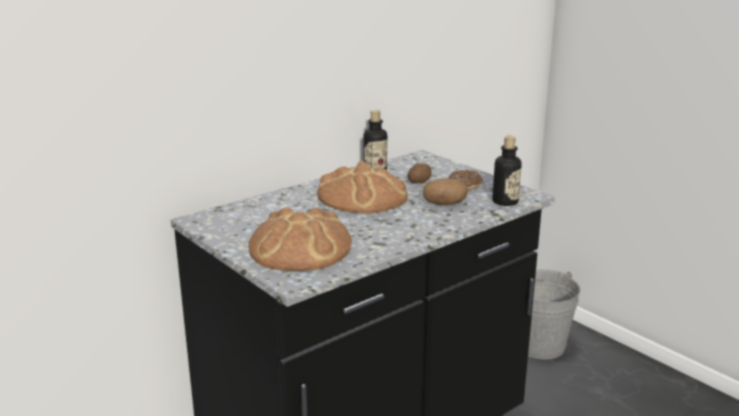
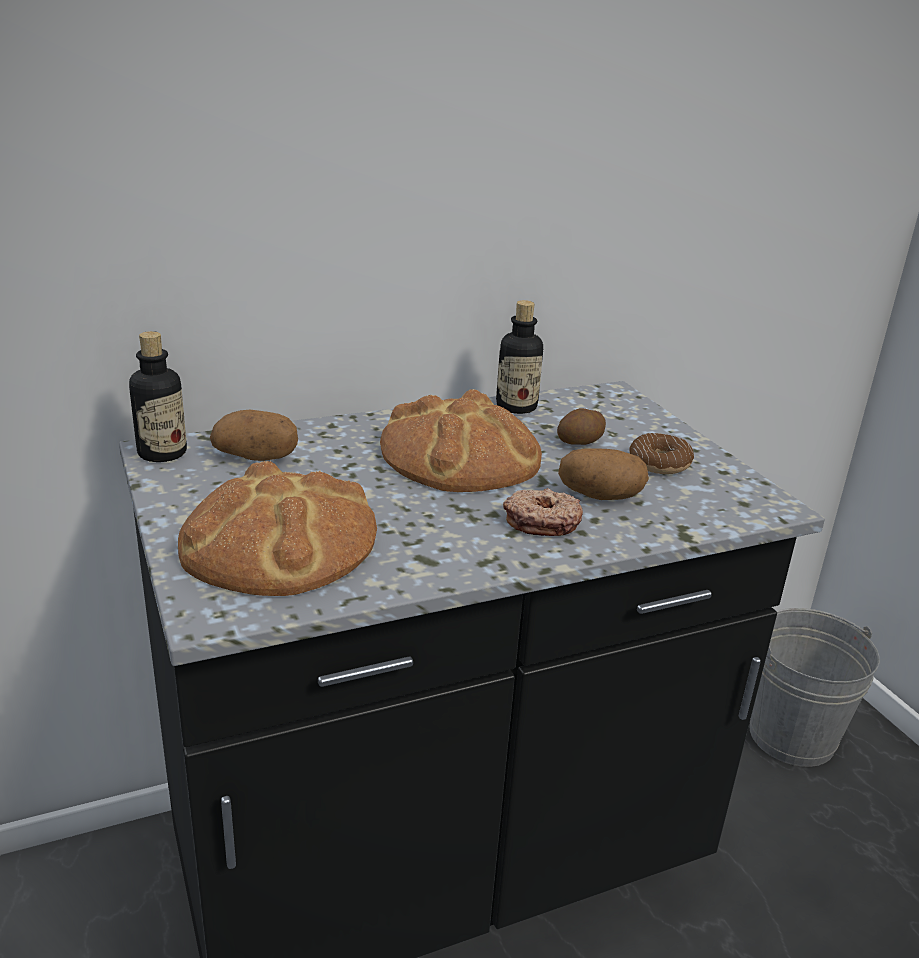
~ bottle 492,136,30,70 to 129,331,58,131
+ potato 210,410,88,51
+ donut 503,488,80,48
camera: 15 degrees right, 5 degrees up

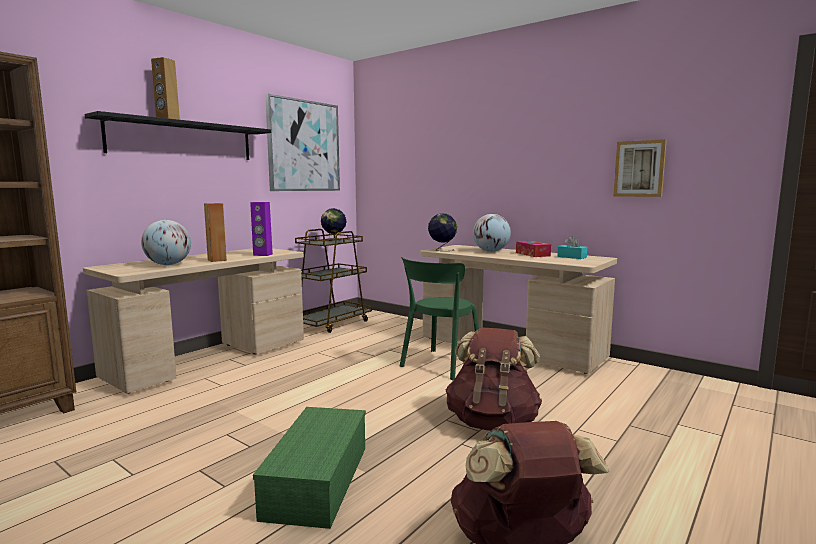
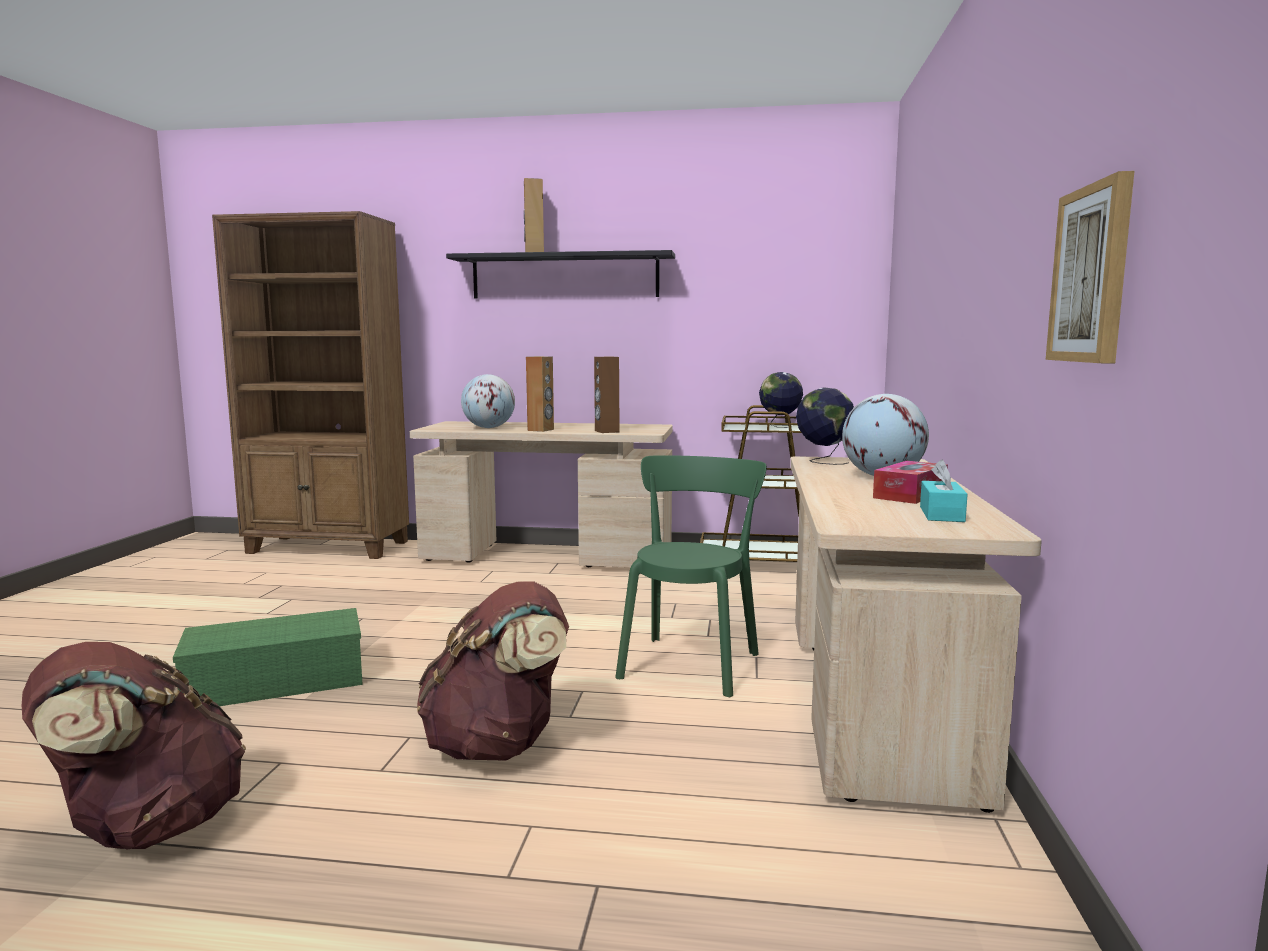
~ purple speaker 250,202,23,54 to brown speaker 594,357,26,76
~ green chair 400,257,79,123 = 615,455,152,242 105 degrees clockwise
- picture 265,94,75,97
camera: 60 degrees right, 0 degrees up

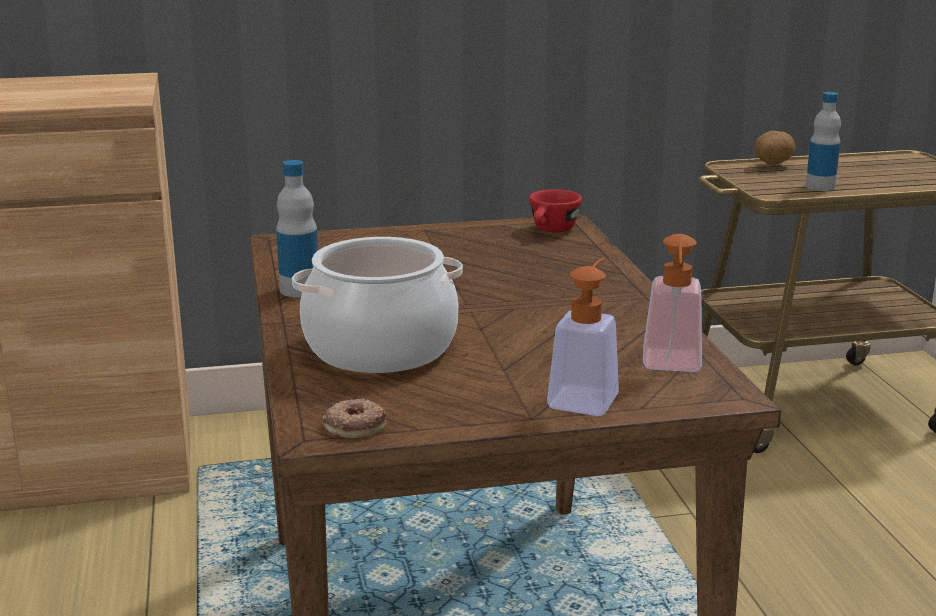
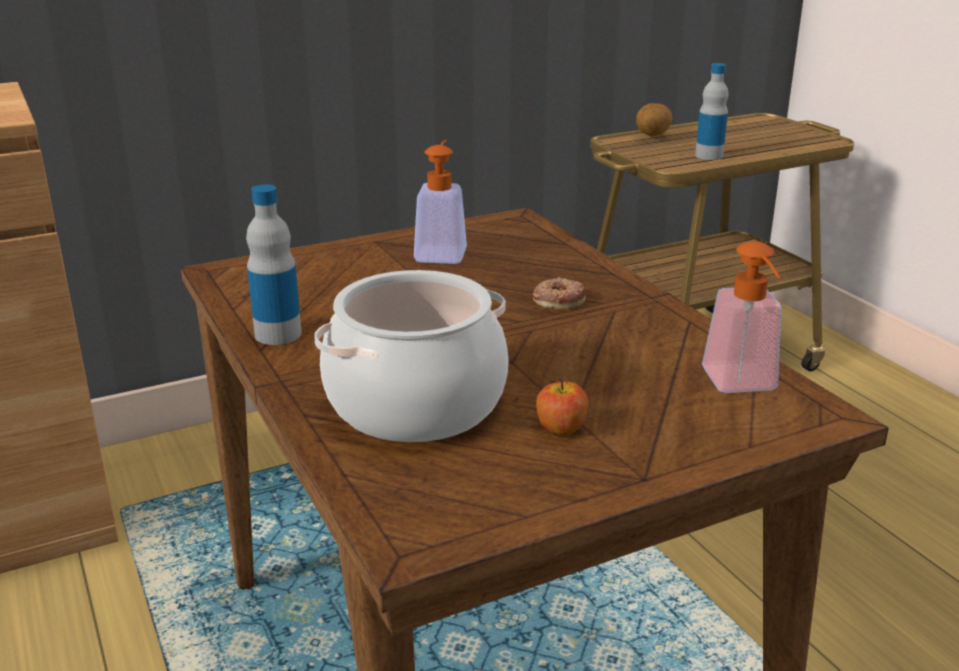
~ soap dispenser 547,258,72,158 to 414,140,53,124
~ donut 322,398,64,40 to 533,277,53,33
+ apple 536,377,53,58
- red cup 529,189,53,43
camera: 15 degrees left, 5 degrees up

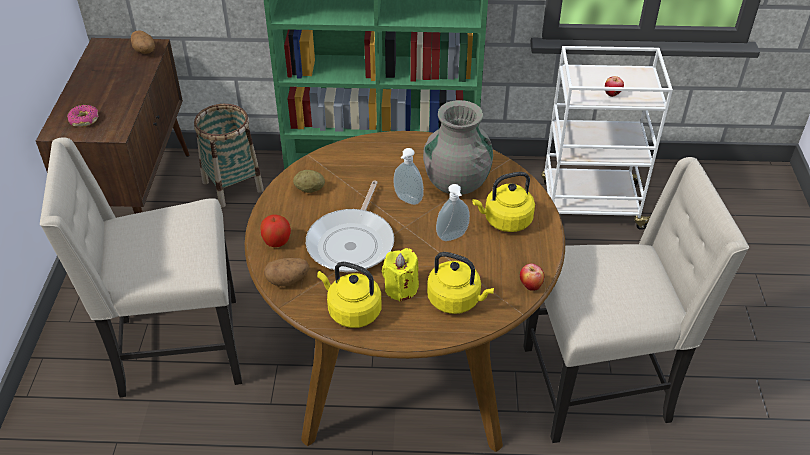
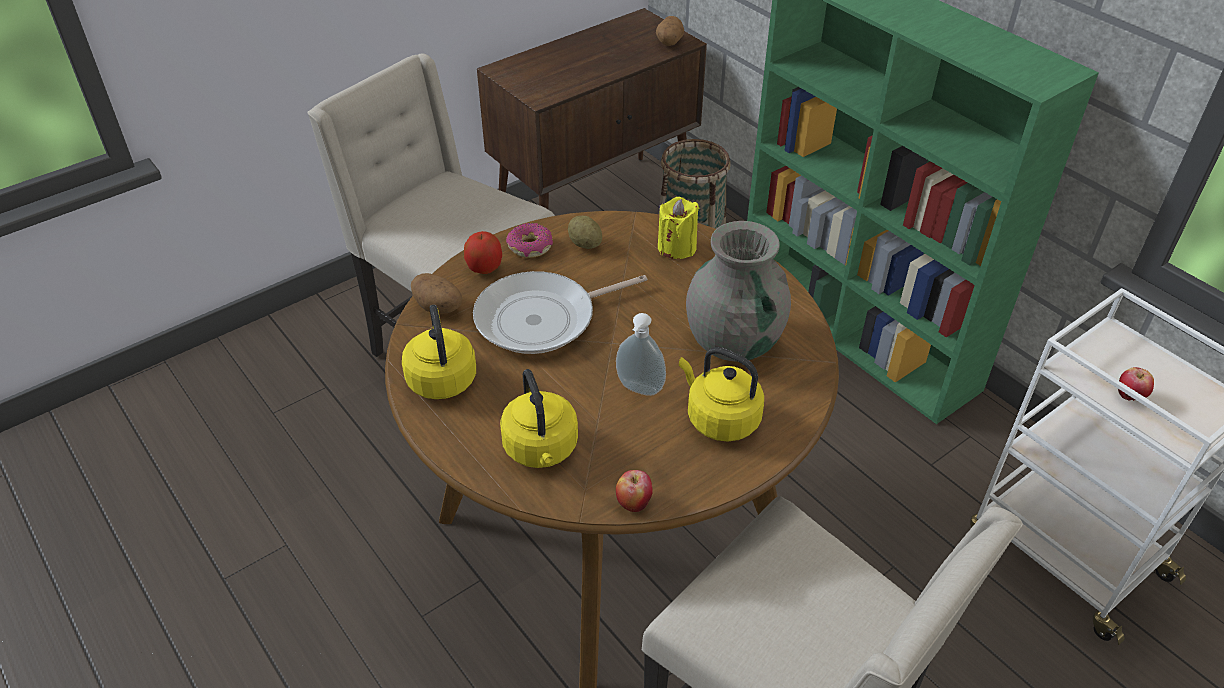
~ donut 67,105,31,22 to 506,223,47,35
~ yellow candle 382,248,37,54 to 658,197,41,62
- soap dispenser 394,148,30,57
camera: 50 degrees right, 0 degrees up

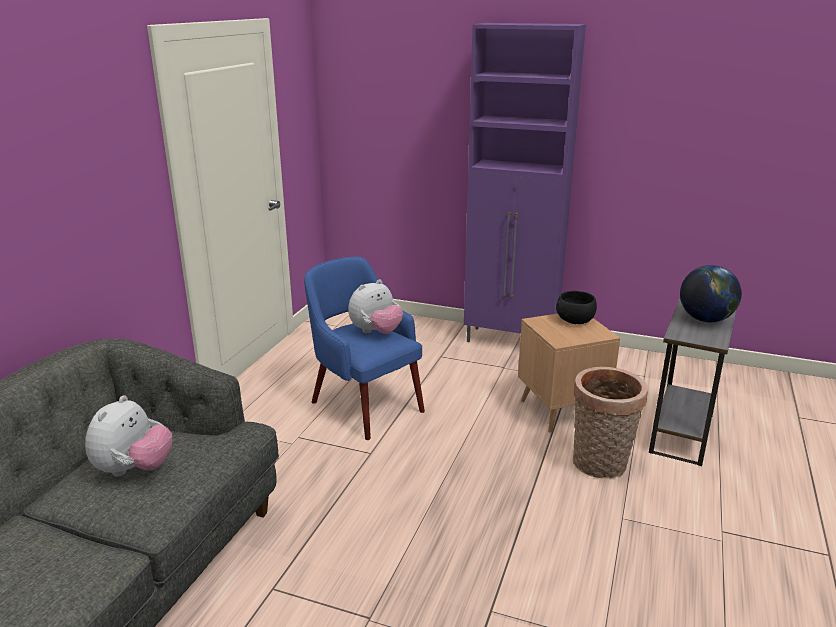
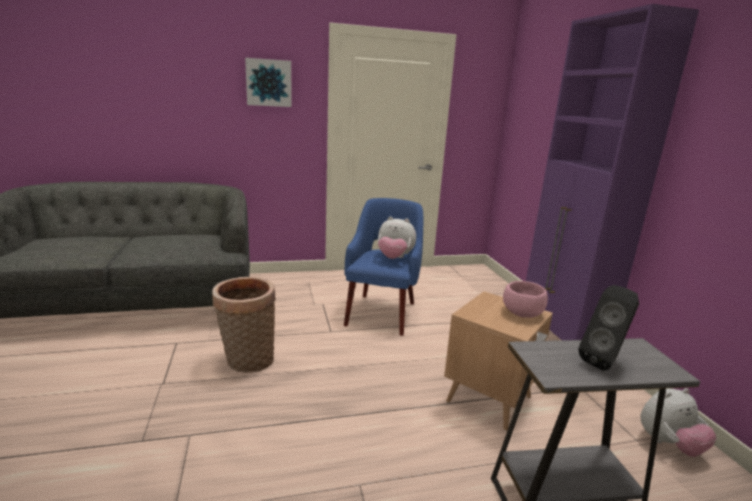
~ basket 573,367,75,112 to 212,277,64,95
+ picture 245,58,47,49
~ black bowl 556,291,41,33 to pink bowl 503,281,45,37
~ globe 680,265,62,57 to black speaker 578,285,61,85
~ plush toy 85,395,88,82 to 641,388,75,69
camera: 55 degrees right, 5 degrees down

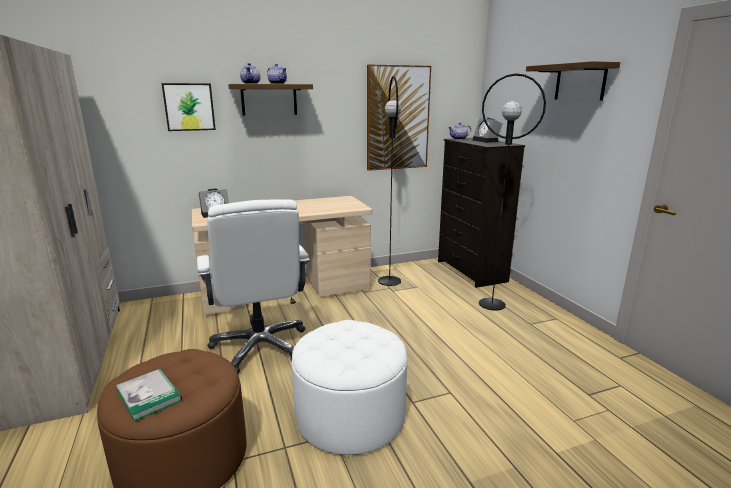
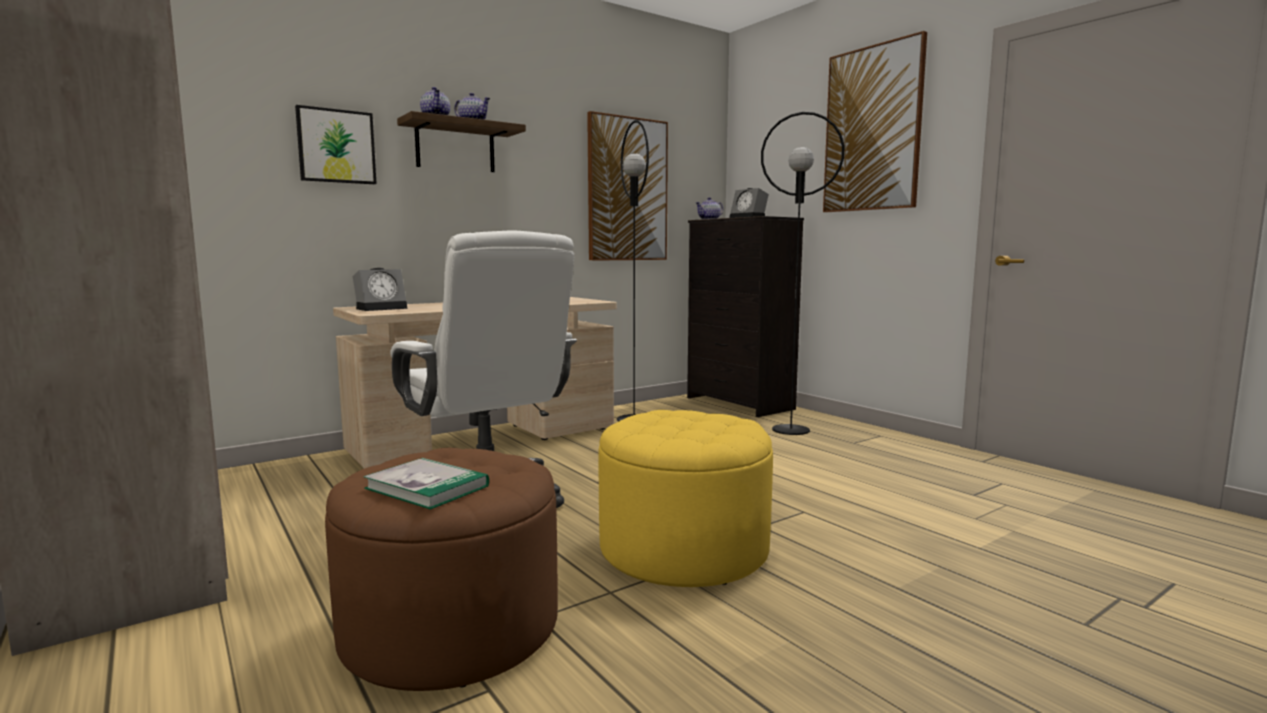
~ white ottoman 291,320,116,135 to yellow ottoman 599,410,174,177
~ shelf 526,61,94,39 to picture 823,31,104,181
camera: 15 degrees left, 10 degrees down

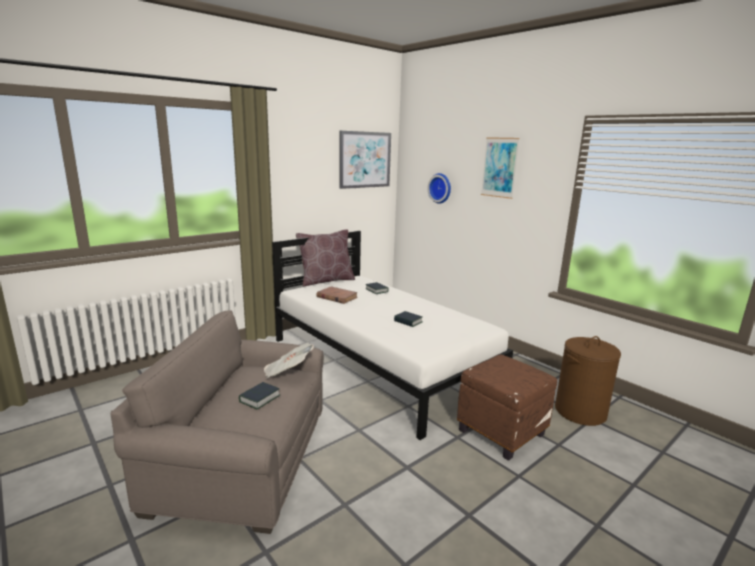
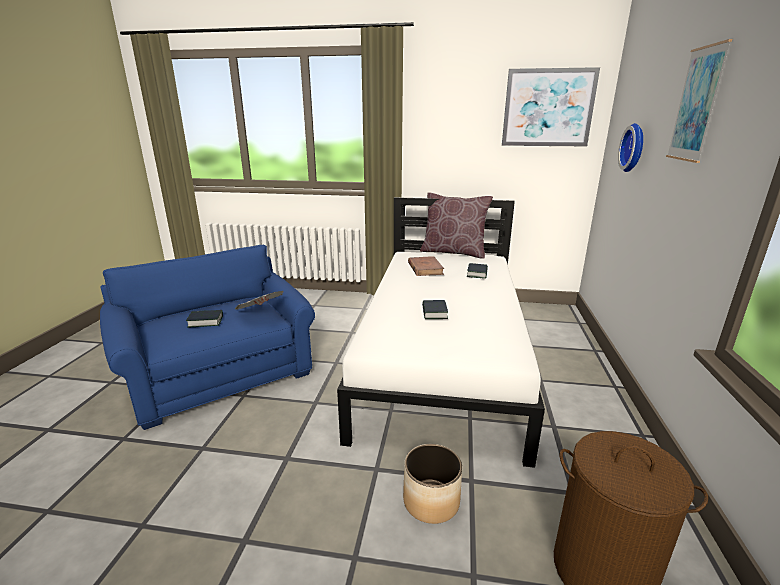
~ grey armchair 111,310,213,224 to blue armchair 100,245,215,185
~ brown ottoman 457,355,100,106 to planter 403,444,59,80
camera: 50 degrees right, 5 degrees up

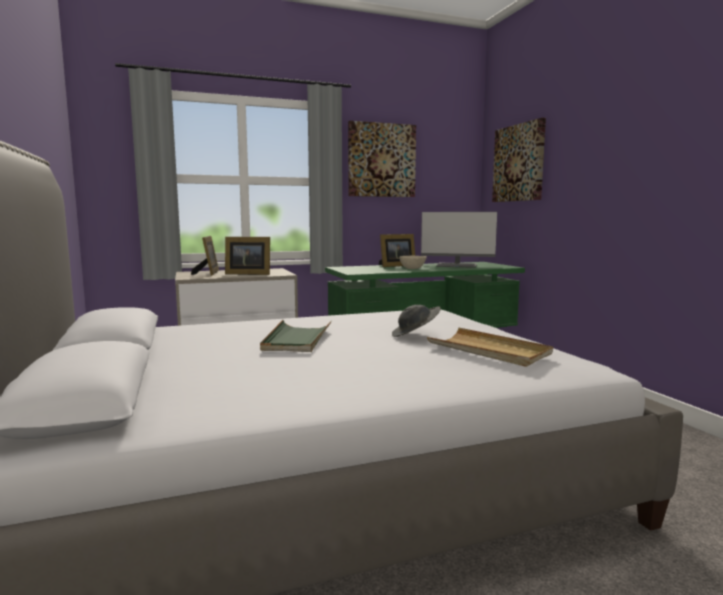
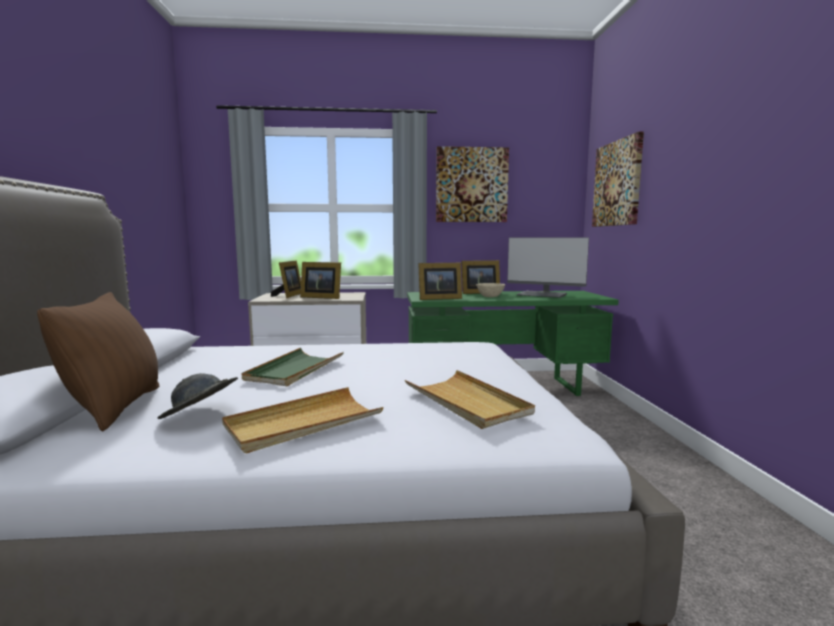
+ brown pillow 37,292,122,139
~ grey hat 392,305,49,32 to 157,373,81,46
+ beige tray 222,387,161,66
+ picture frame 418,263,44,37
camera: 15 degrees right, 0 degrees up

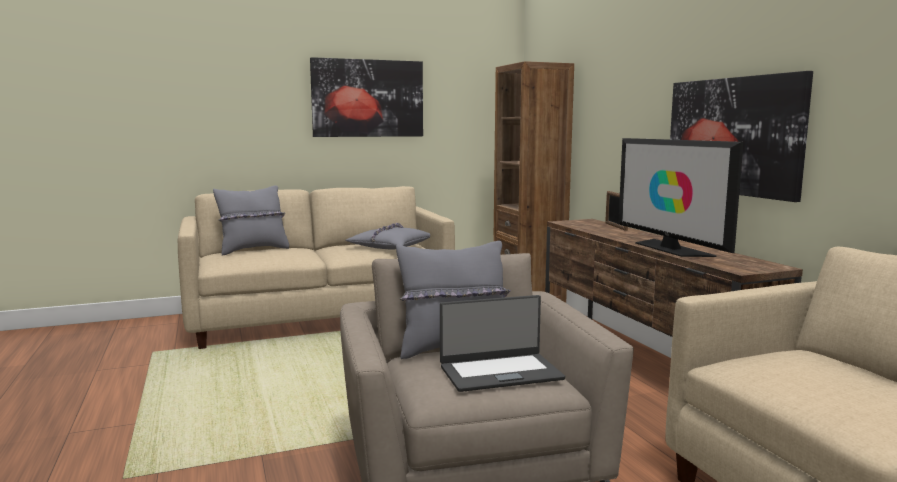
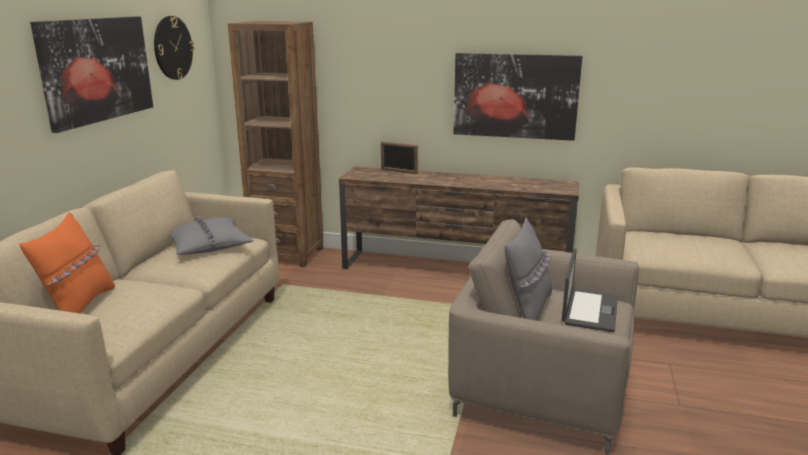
~ grey pillow 213,185,76,70 to orange pillow 19,212,96,101
+ wall clock 154,16,40,64
- television 618,138,126,119
camera: 55 degrees left, 10 degrees up

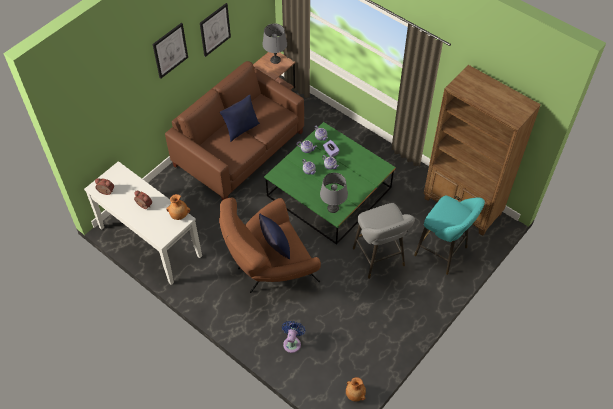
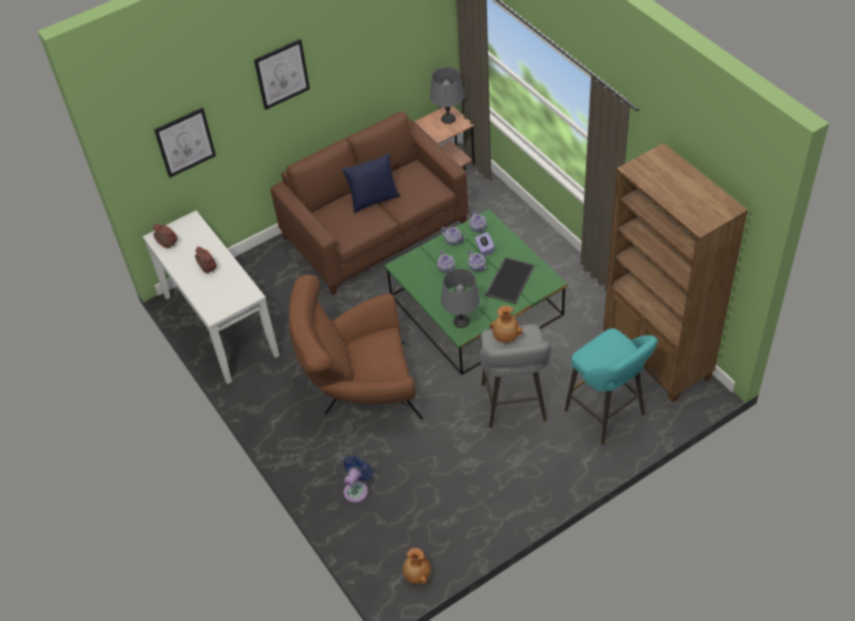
~ picture 200,3,31,54 to 154,107,62,71
+ tray 485,257,50,47
~ brown vase 166,194,24,26 to 490,306,33,37
- blue pillow 259,214,31,45
camera: 20 degrees right, 5 degrees down

